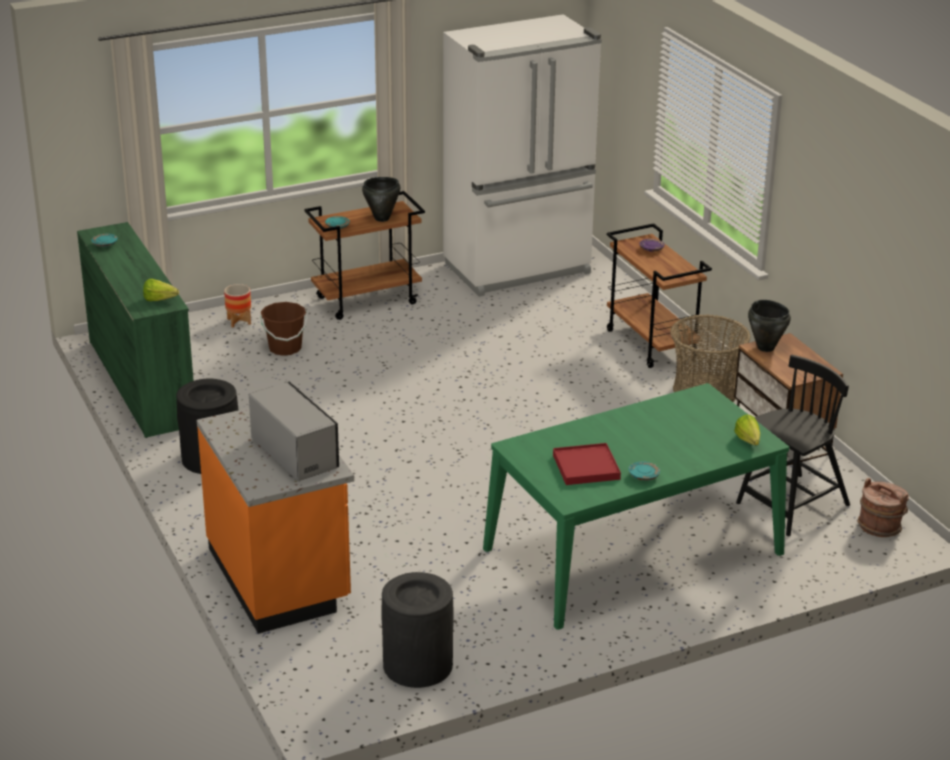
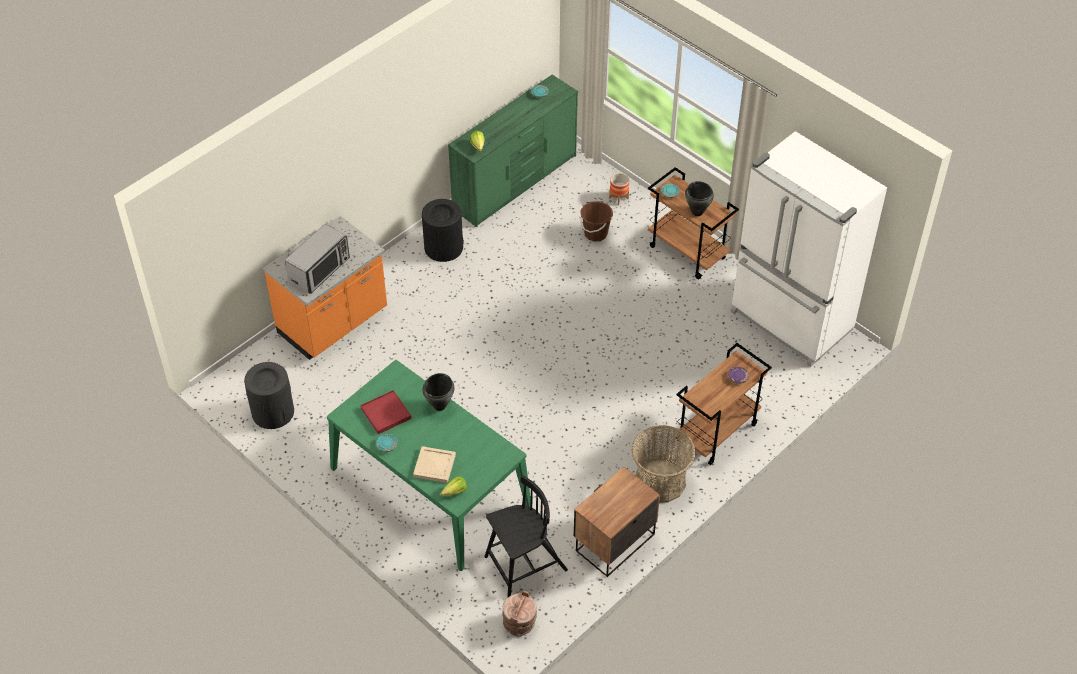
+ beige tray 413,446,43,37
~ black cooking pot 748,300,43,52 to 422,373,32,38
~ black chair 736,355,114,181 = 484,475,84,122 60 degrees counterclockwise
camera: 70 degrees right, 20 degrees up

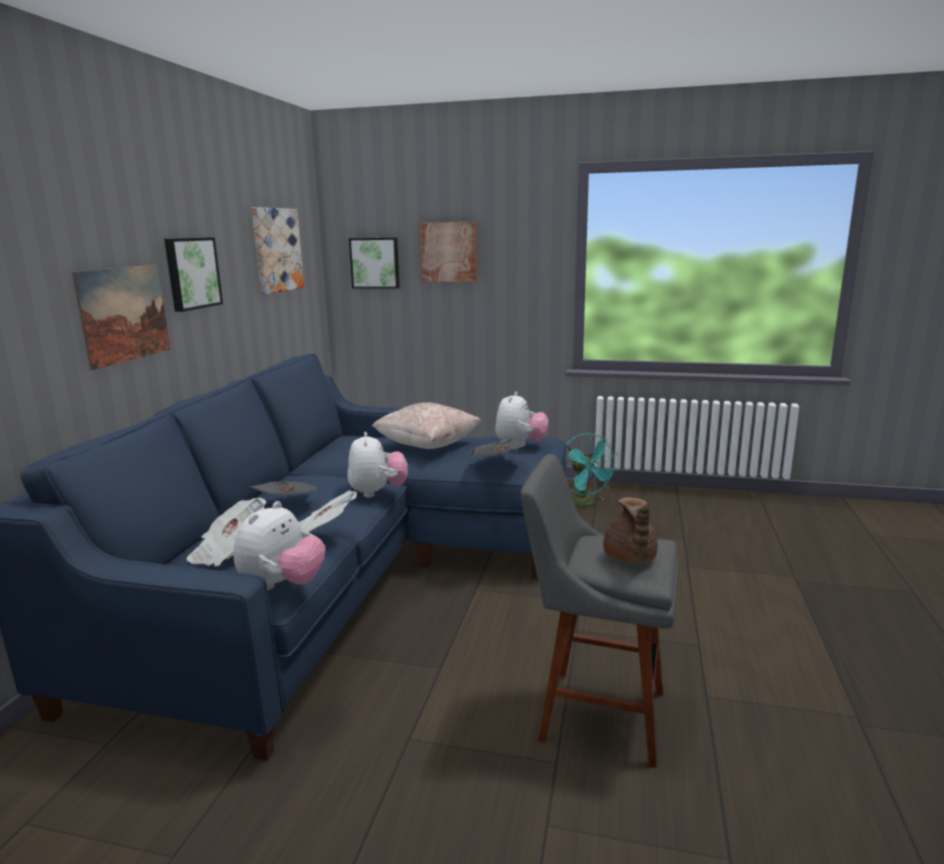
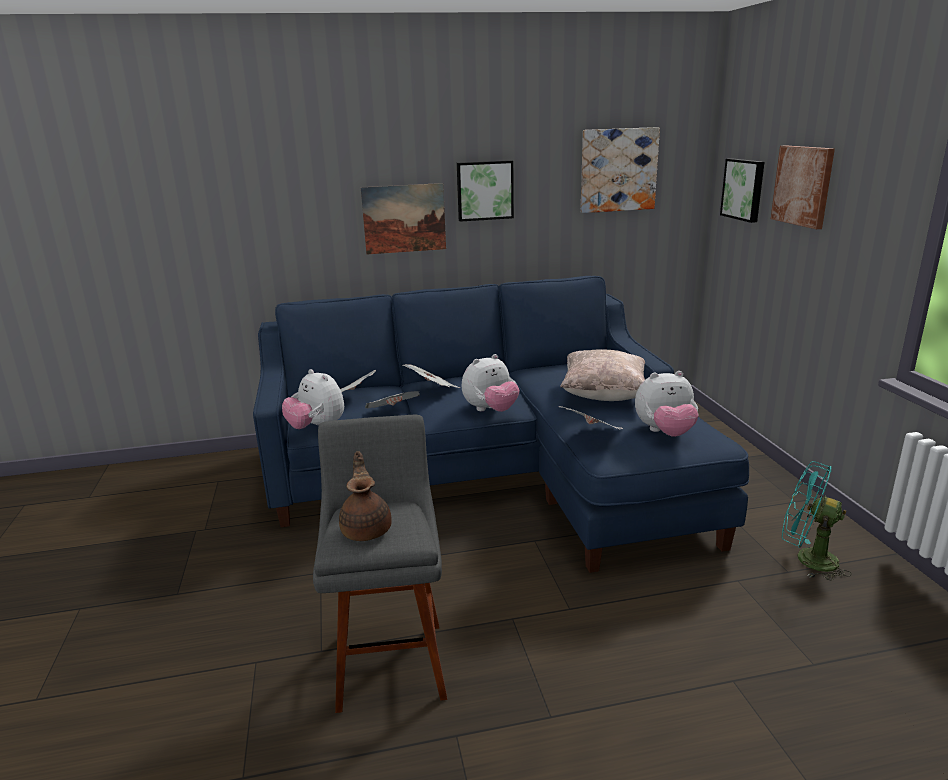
~ plush toy 233,501,92,89 = 282,369,62,60 45 degrees clockwise
~ brown teapot 603,497,55,67 = 339,451,53,90 105 degrees clockwise
~ turquoise fan 566,433,52,73 = 782,461,70,120 75 degrees clockwise
camera: 65 degrees right, 5 degrees up

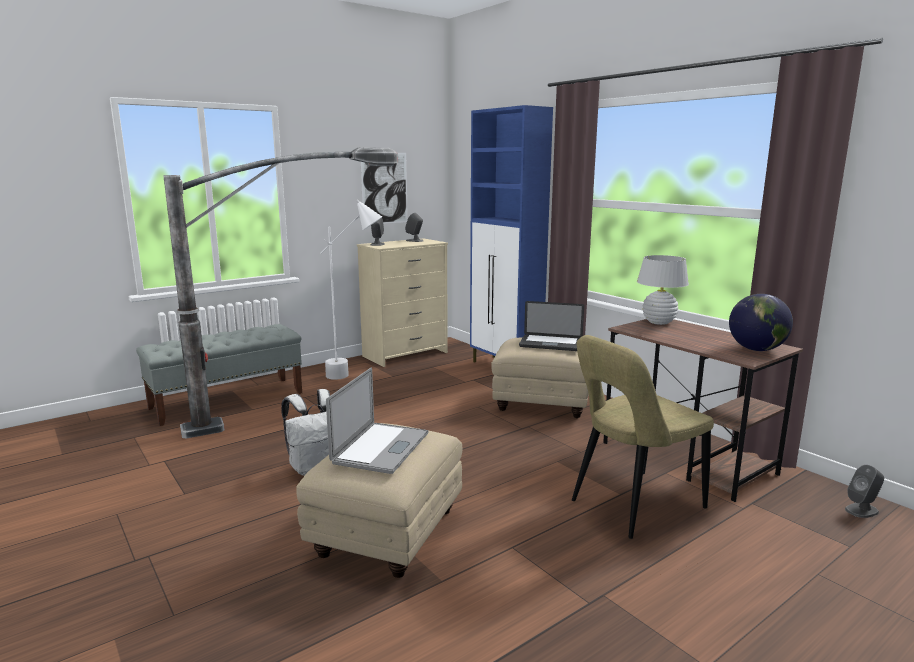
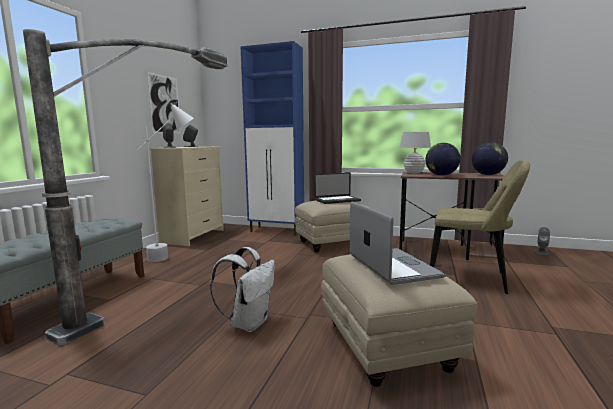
+ globe 425,143,35,33
~ beige chair 572,335,142,204 = 430,160,100,134 90 degrees counterclockwise
camera: 35 degrees left, 5 degrees down

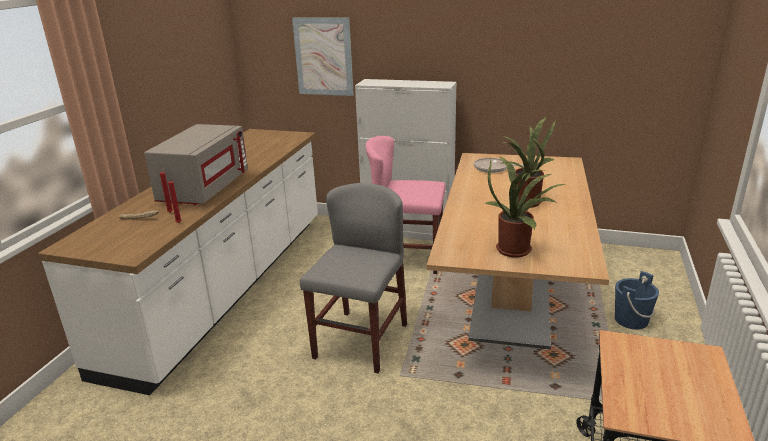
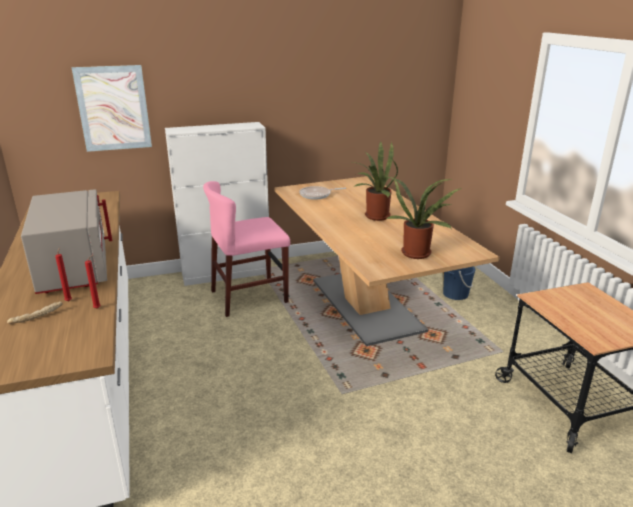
- grey chair 300,183,107,191
camera: 35 degrees left, 0 degrees up

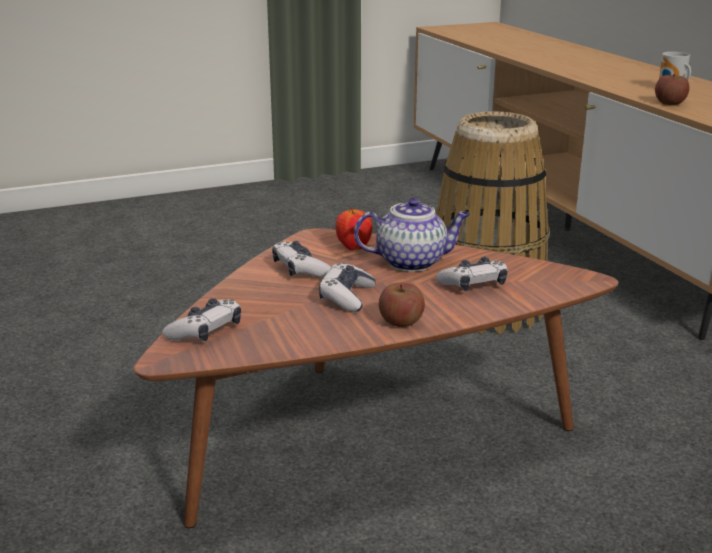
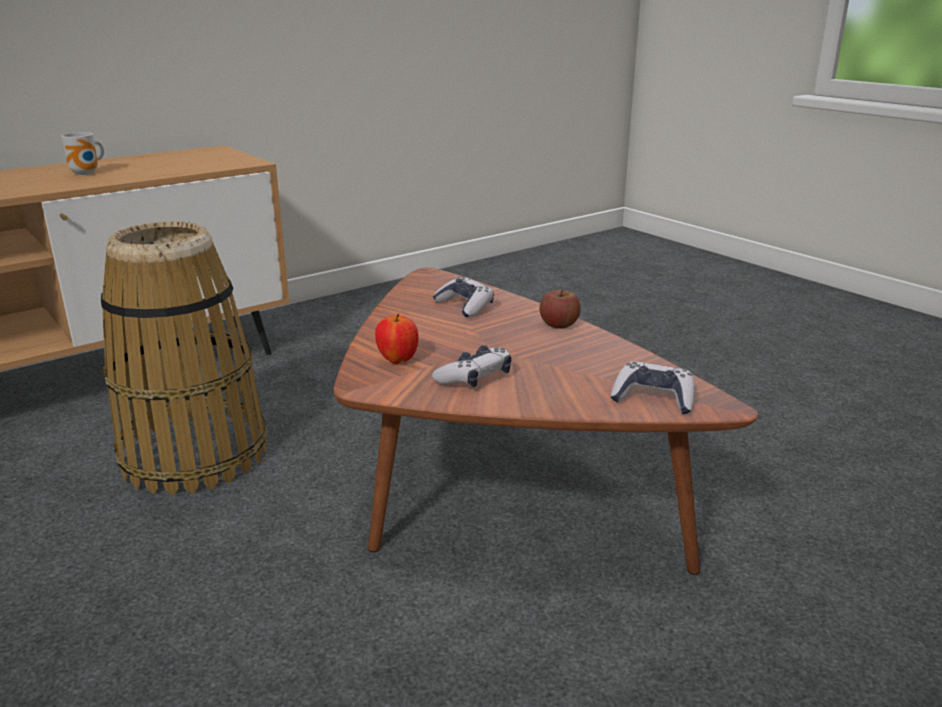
- game controller 319,263,57,49
- teapot 354,198,116,74
- apple 655,73,35,32
camera: 105 degrees left, 0 degrees up

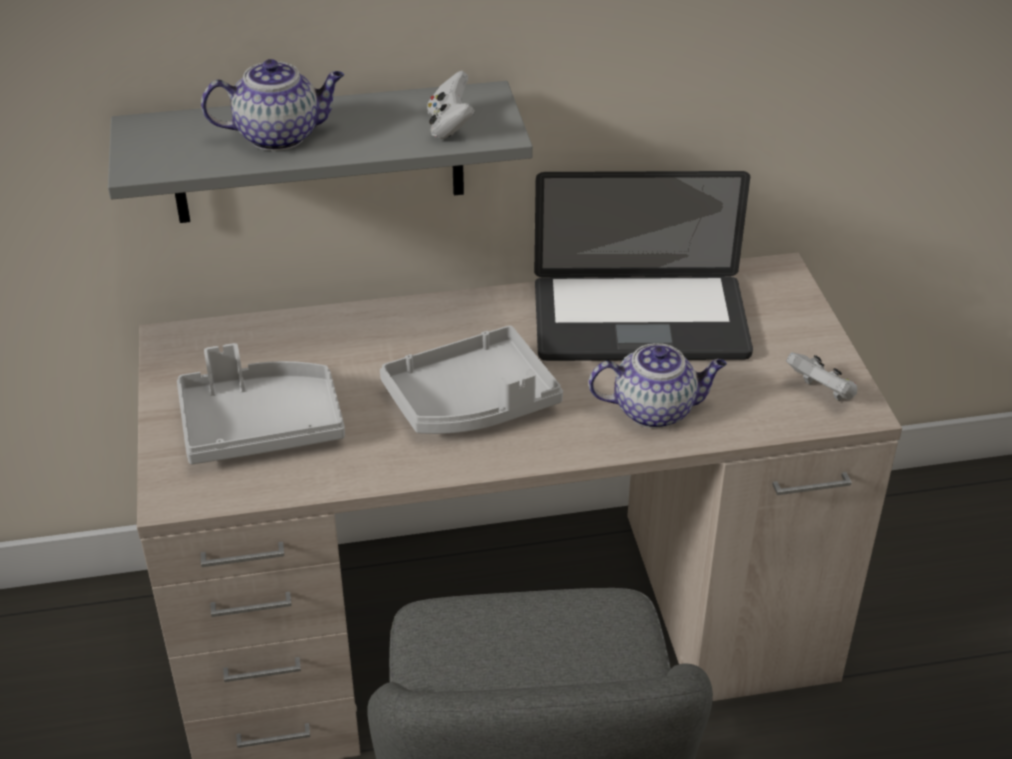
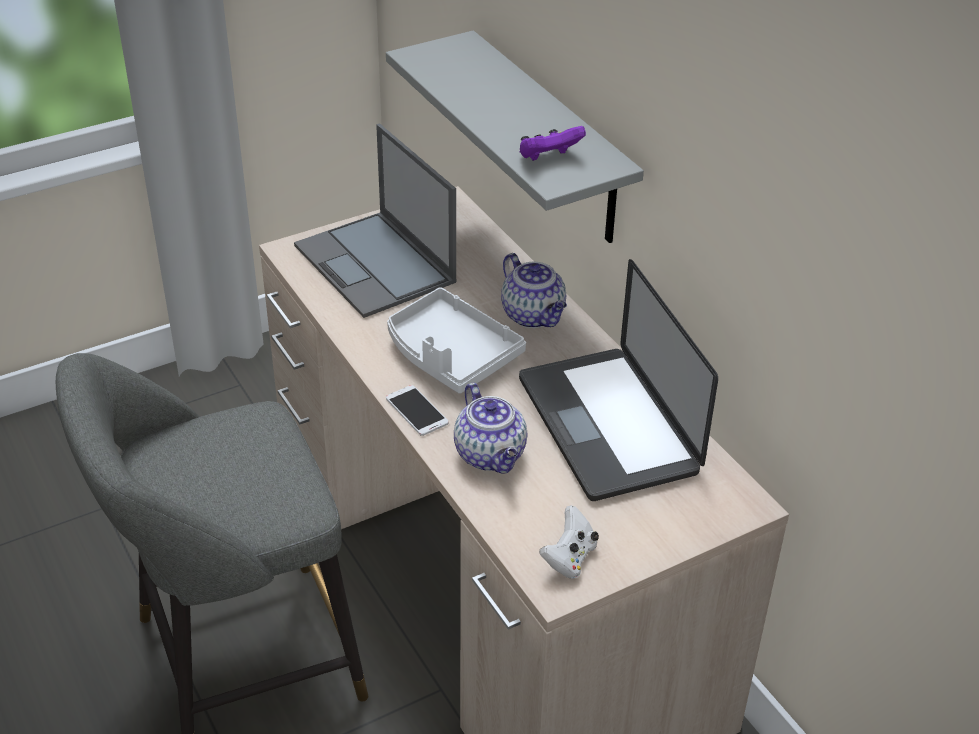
~ grey tray 177,343,168,121 to laptop 294,123,162,195
+ phone 386,385,63,51
~ teapot 201,59,143,92 to 501,253,66,75
~ white game controller 427,71,48,68 to purple game controller 519,126,67,35
camera: 70 degrees right, 0 degrees up

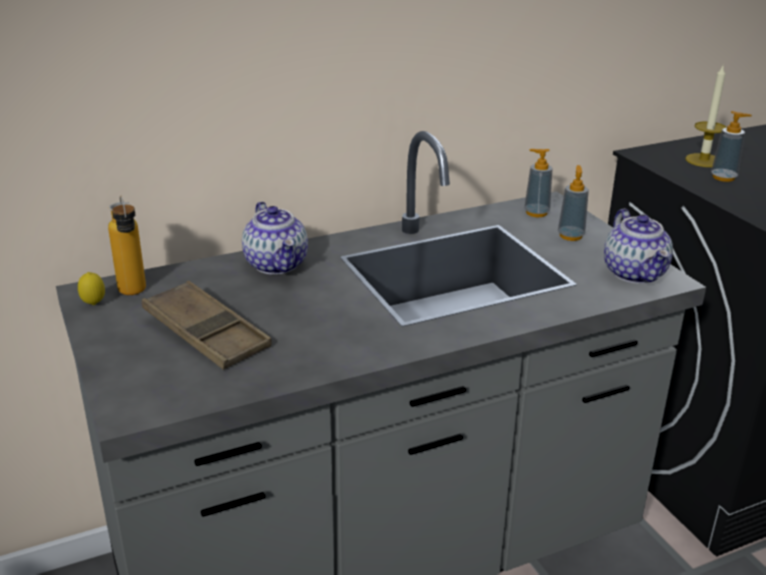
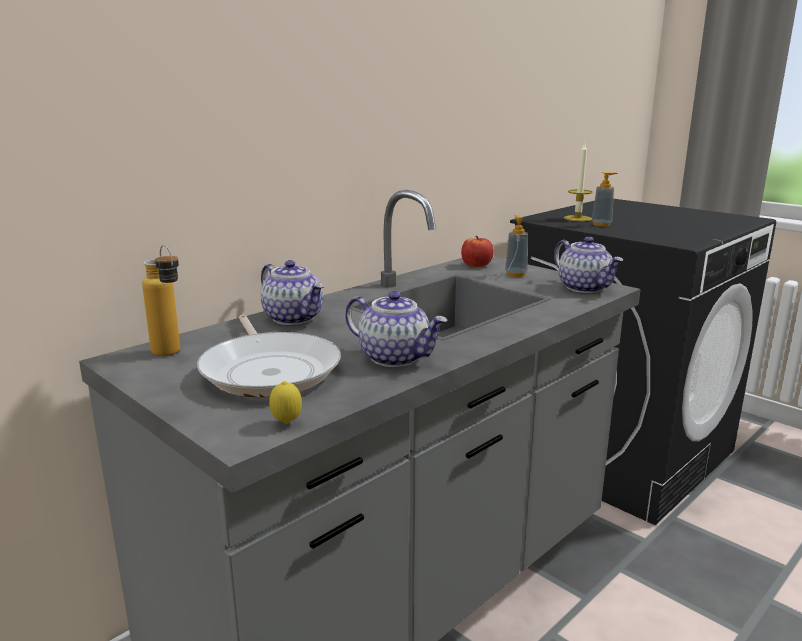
~ brown tray 142,281,130,89 to frying pan 197,315,144,82
~ lemon 78,272,27,33 to 269,381,33,43
+ teapot 345,291,103,76
~ soap dispenser 524,149,28,68 to apple 461,236,33,31
camera: 20 degrees left, 10 degrees down

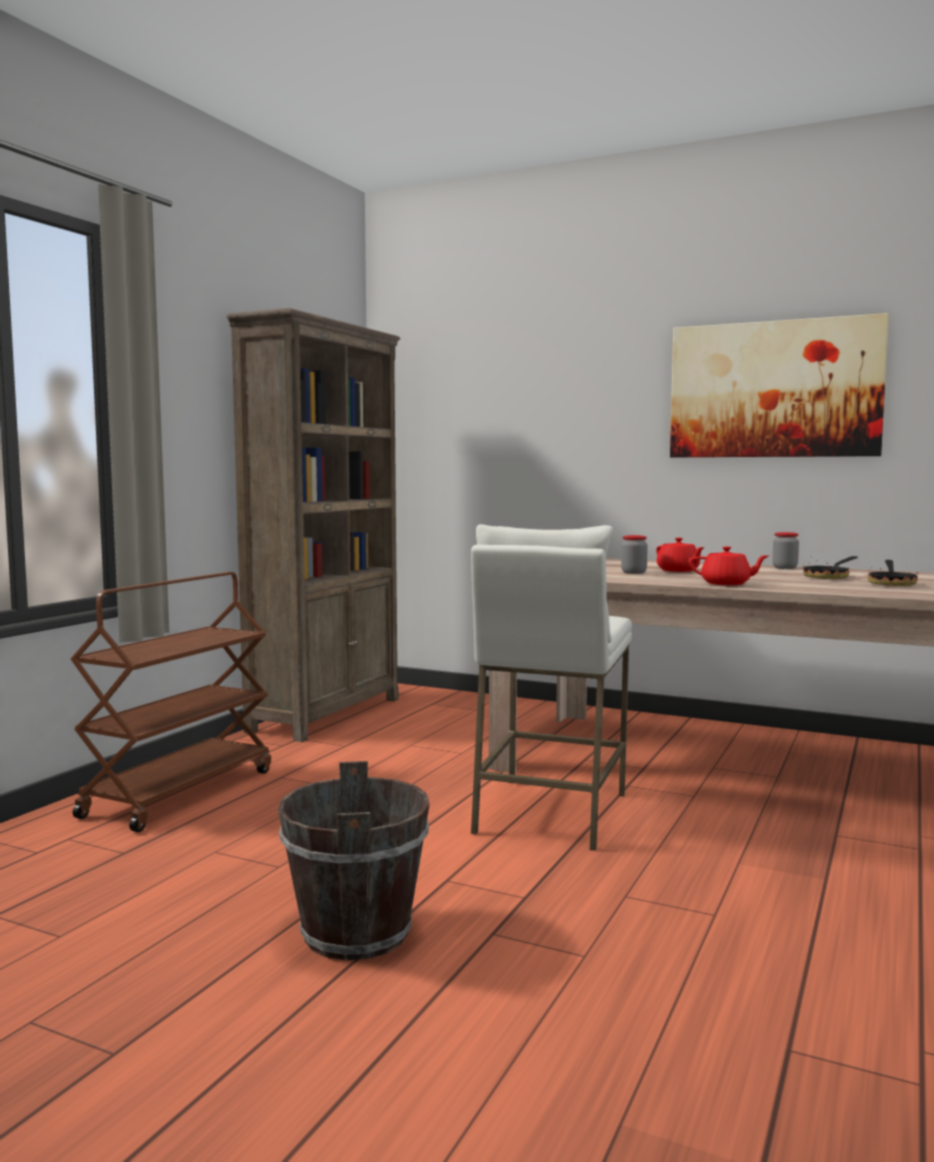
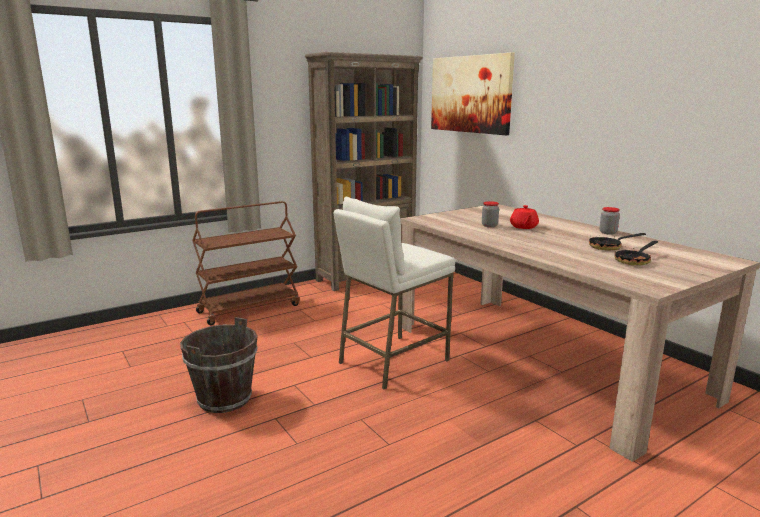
~ picture 670,313,219,144 to 431,52,84,83
- red teapot 689,546,79,39
camera: 30 degrees right, 10 degrees up

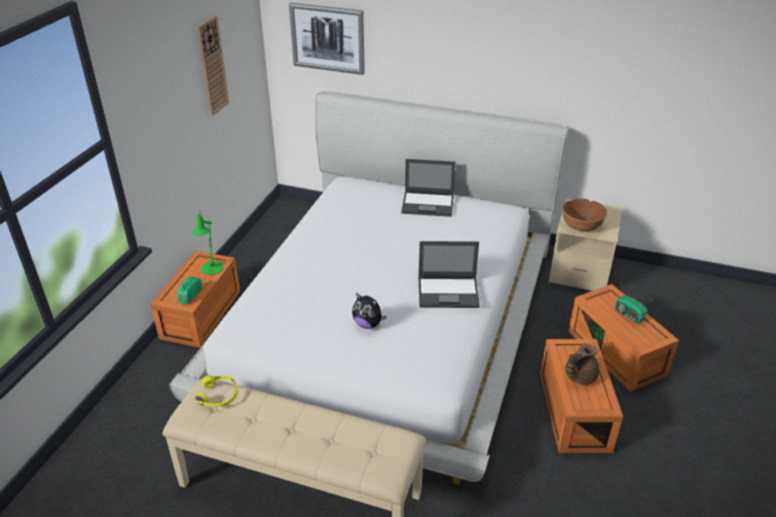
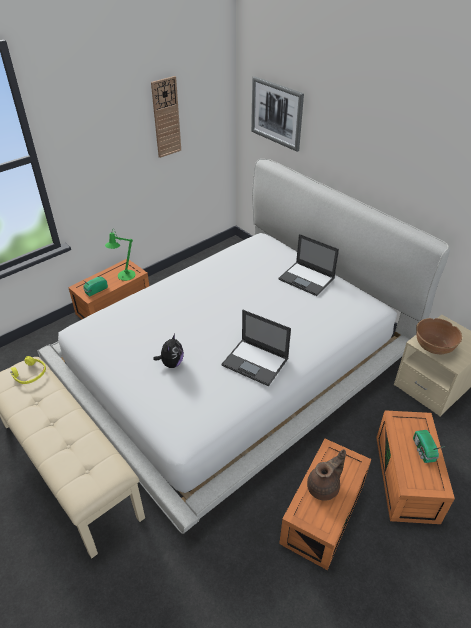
~ plush toy 352,293,35,36 = 153,334,31,34 135 degrees counterclockwise
~ brown teapot 565,343,34,42 = 307,449,39,52 150 degrees clockwise
camera: 30 degrees right, 5 degrees up

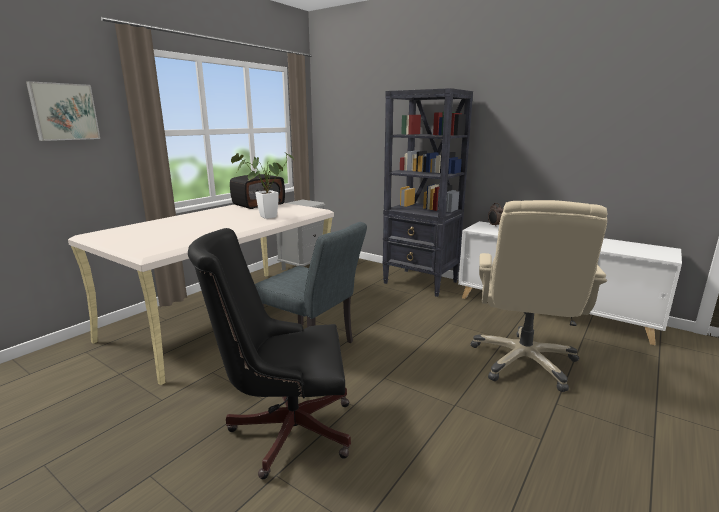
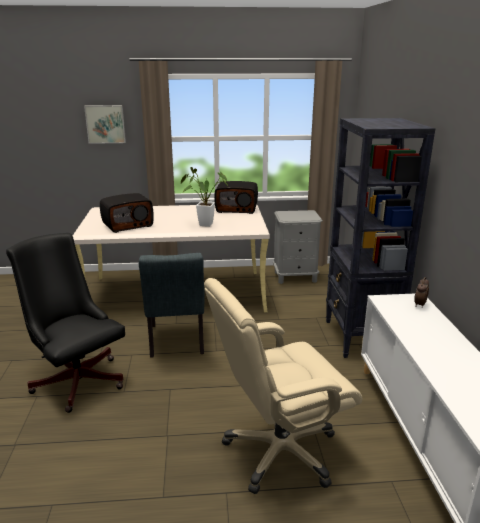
+ radio 100,193,54,40
camera: 50 degrees right, 5 degrees up

